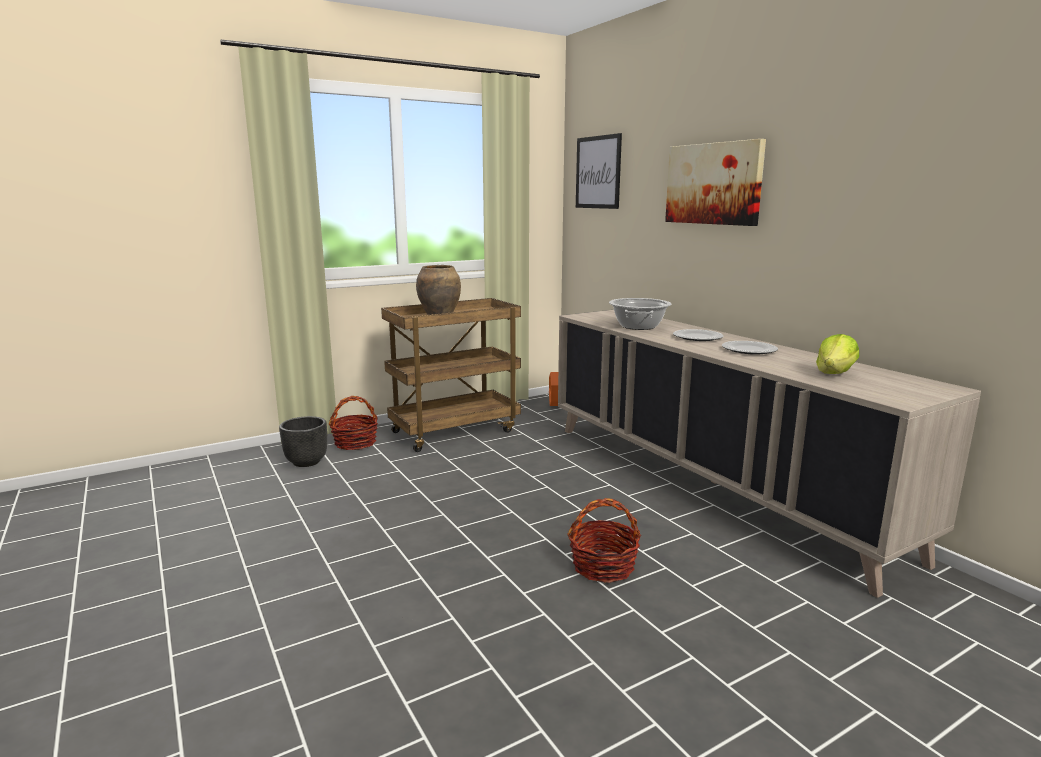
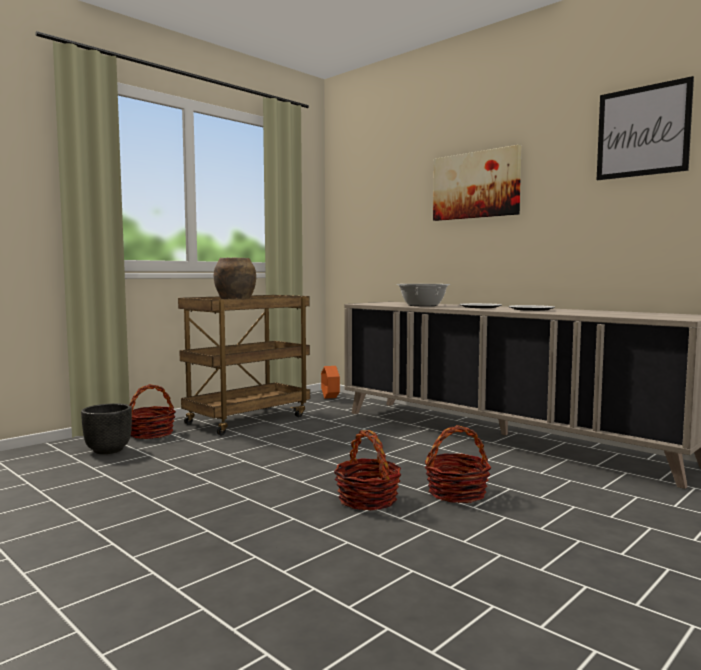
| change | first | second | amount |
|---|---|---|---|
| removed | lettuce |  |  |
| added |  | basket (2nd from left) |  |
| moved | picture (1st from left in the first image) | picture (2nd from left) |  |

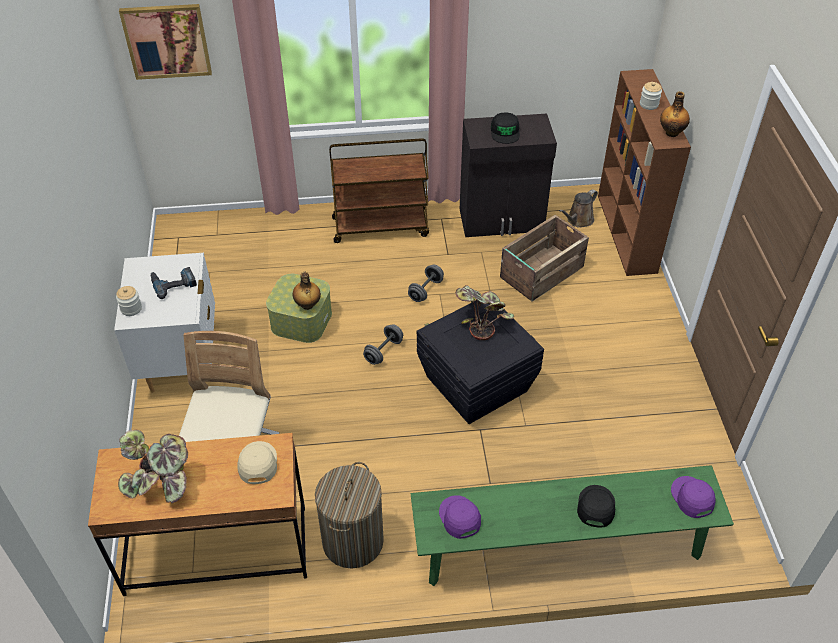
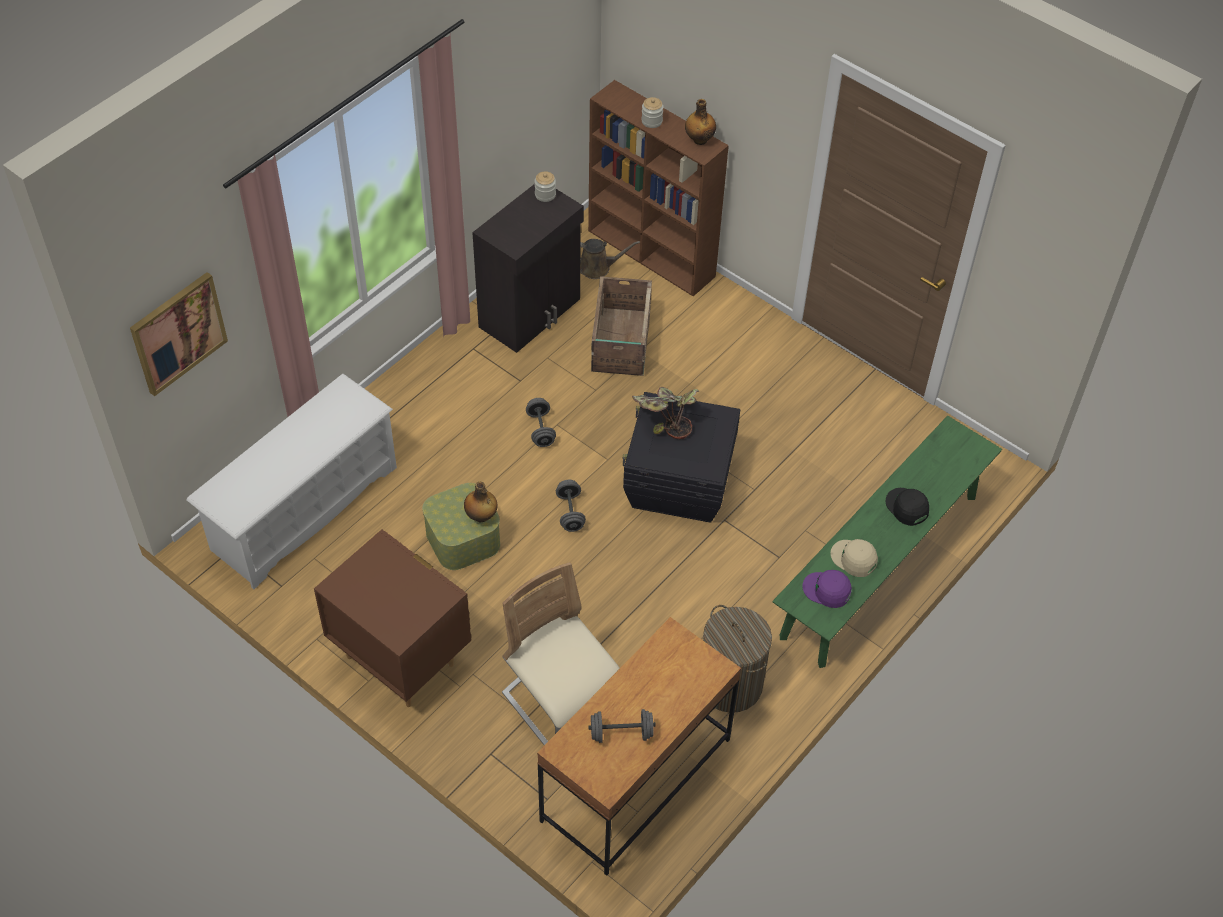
| change | first | second | amount |
|---|---|---|---|
| removed | power_drill |  |  |
| removed | brown_cart |  |  |
| removed | black_cap (1st from left) |  |  |
| removed | purple_cap (2nd from left) |  |  |
| added |  | white_shoe_rack |  |
| moved | jar (1st from left) |  |  |
| moved | beige_cap |  |  |
| replaced | potted_plant (1st from left) | grey_dumbbell (3rd from left) |  |
| recoloured | white_nightstand | brown_nightstand |  |
| turned | brown_watering_can |  | 90 degrees counterclockwise |

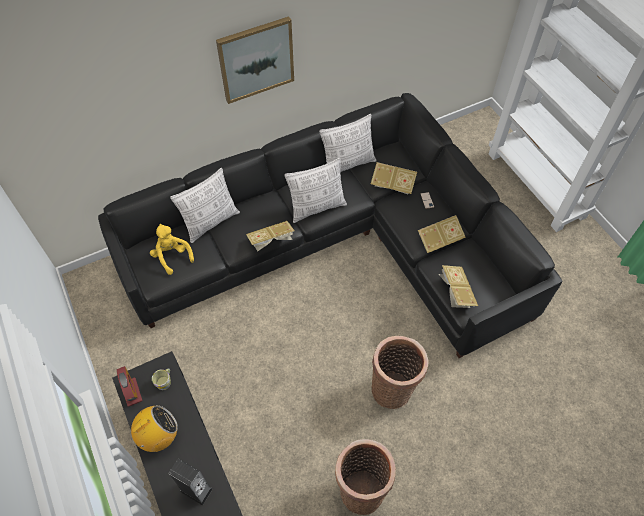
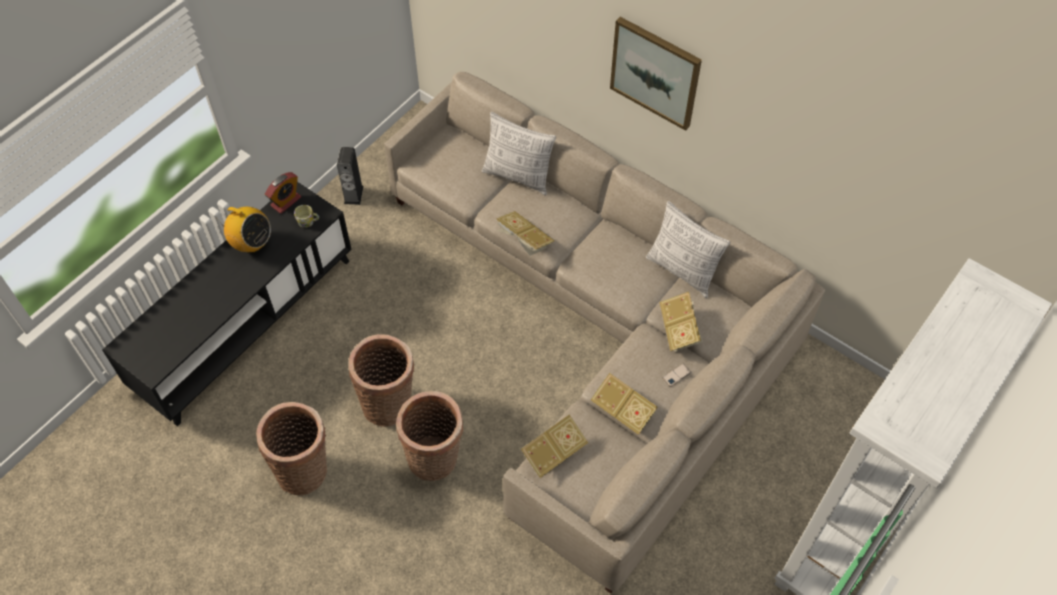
| change | first | second | amount |
|---|---|---|---|
| removed | yellow_plush_toy |  |  |
| removed | pillow (2nd from left) |  |  |
| added |  | basket (2nd from left) |  |
| moved | speaker |  |  |
| recoloured | black_sofa | beige_sofa |  |

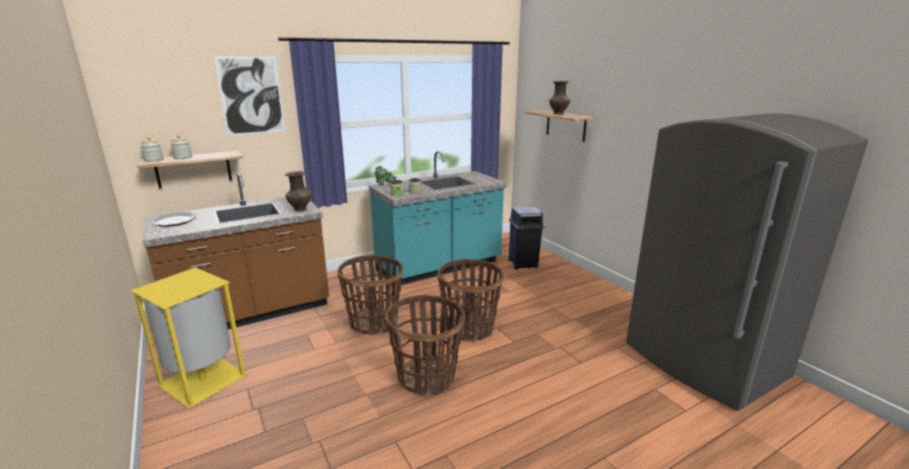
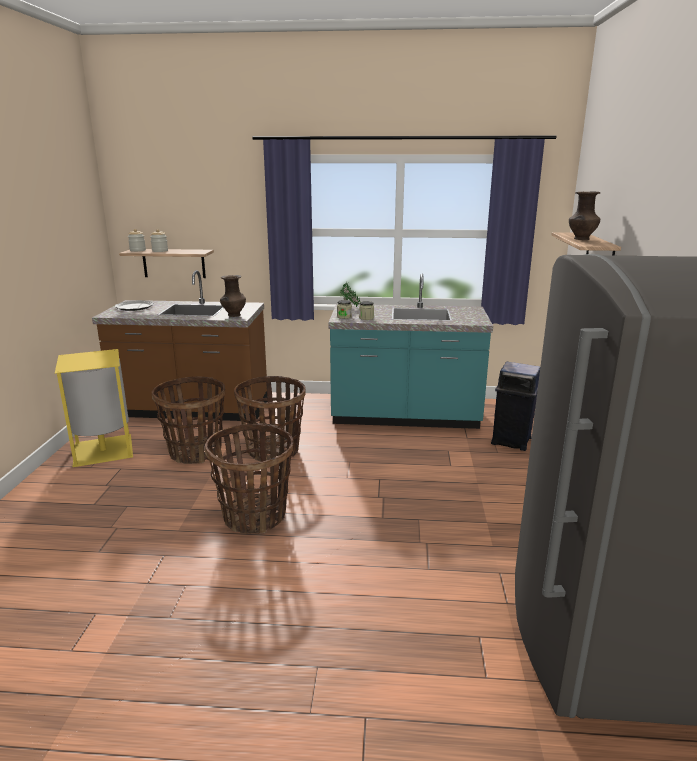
| change | first | second | amount |
|---|---|---|---|
| removed | picture |  |  |
| moved | basket (3rd from left in the first image) | basket (1st from left) |  |

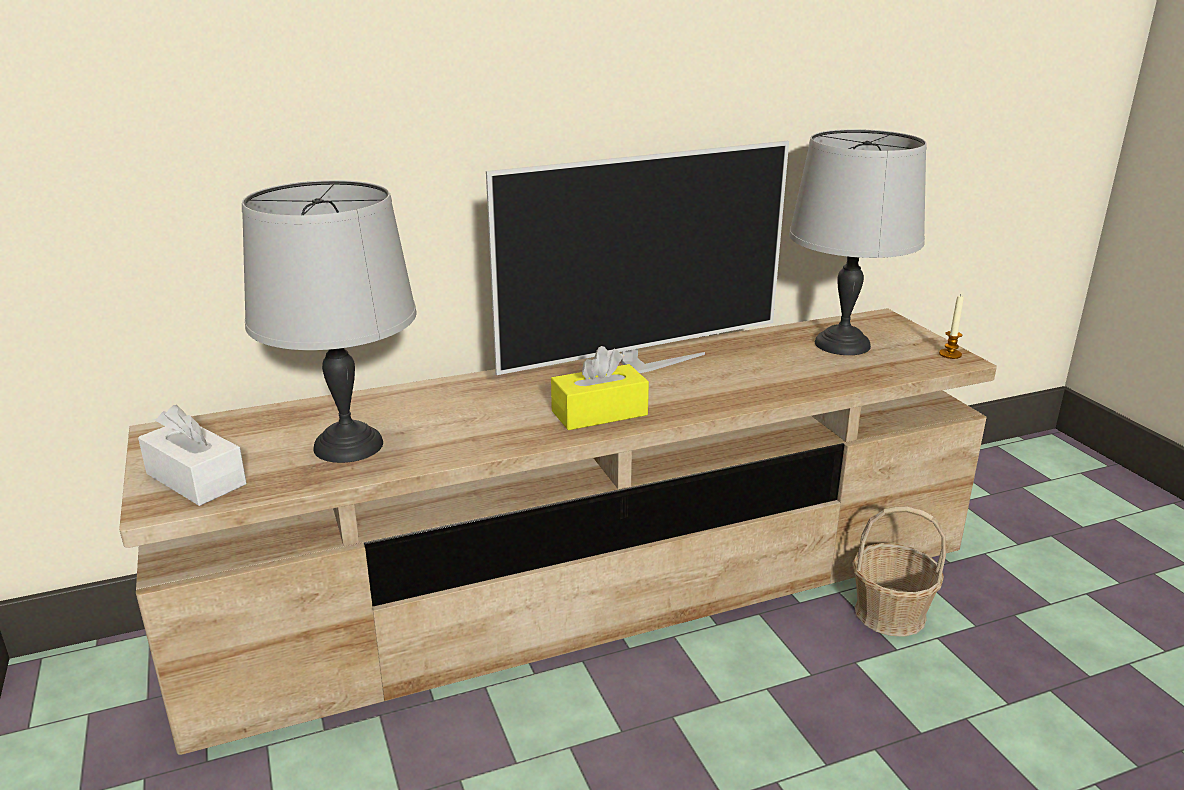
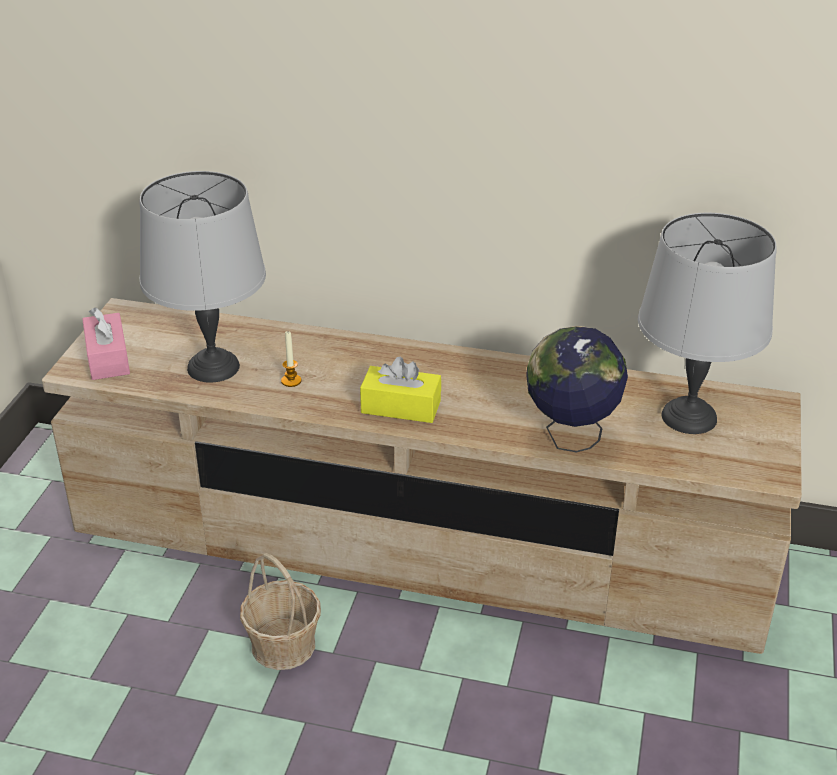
| change | first | second | amount |
|---|---|---|---|
| removed | television |  |  |
| added |  | globe |  |
| moved | basket |  |  |
| moved | candle |  |  |
| recoloured | white_tissue_box | pink_tissue_box |  |

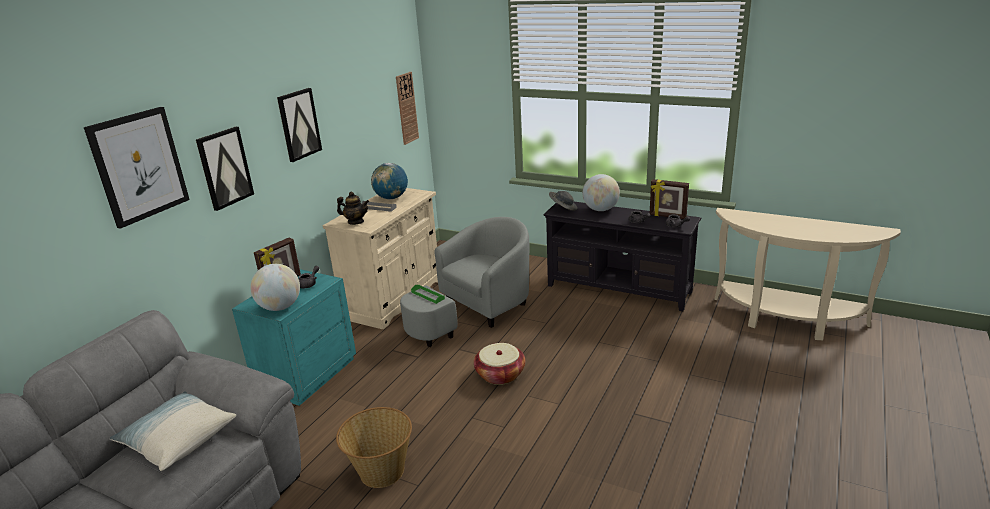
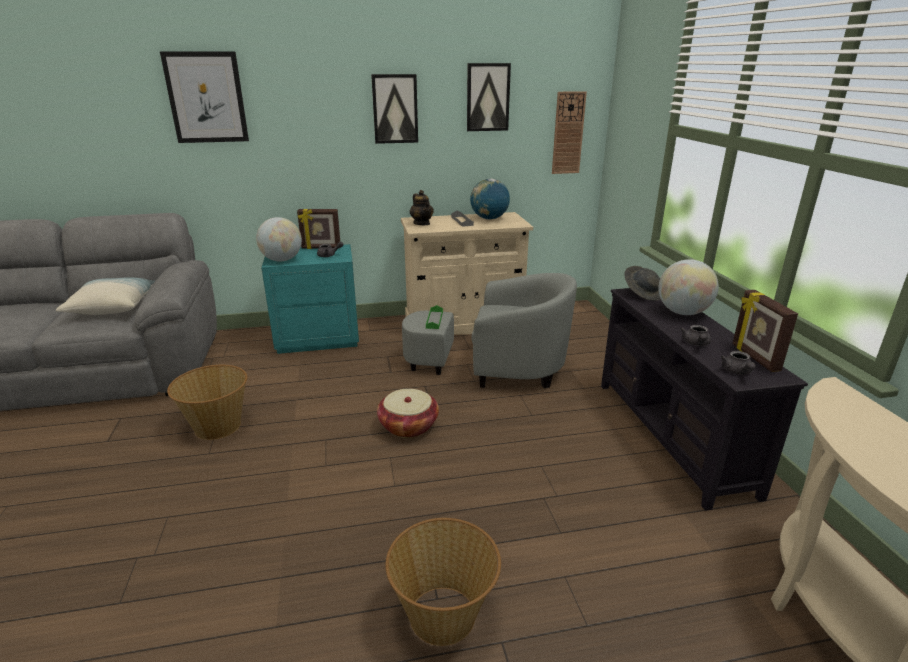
| change | first | second | amount |
|---|---|---|---|
| added |  | basket (3rd from left) |  |
| moved | picture (2nd from left in the first image) | picture (3rd from left) |  |

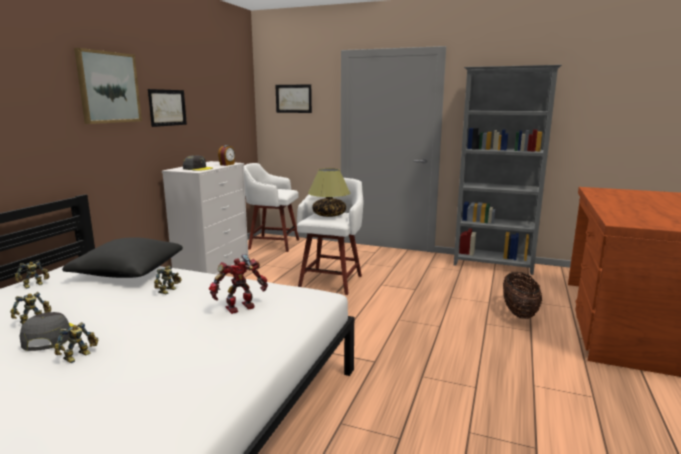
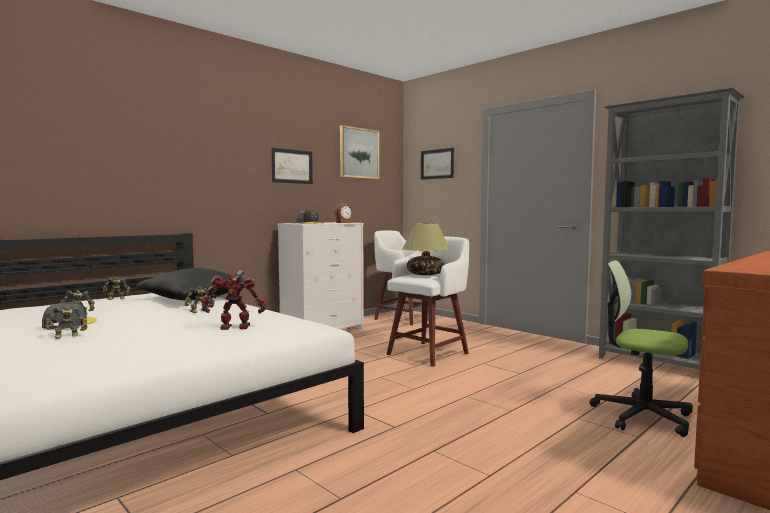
| change | first | second | amount |
|---|---|---|---|
| moved | picture (1st from left in the first image) | picture (2nd from left) |  |
| replaced | basket | office_chair |  |

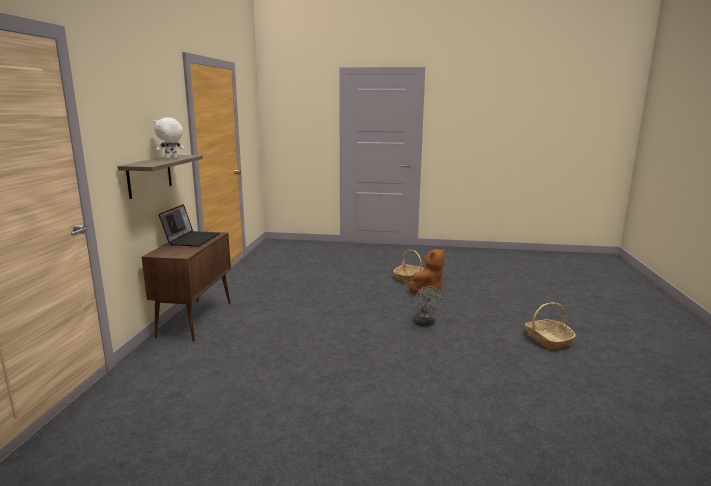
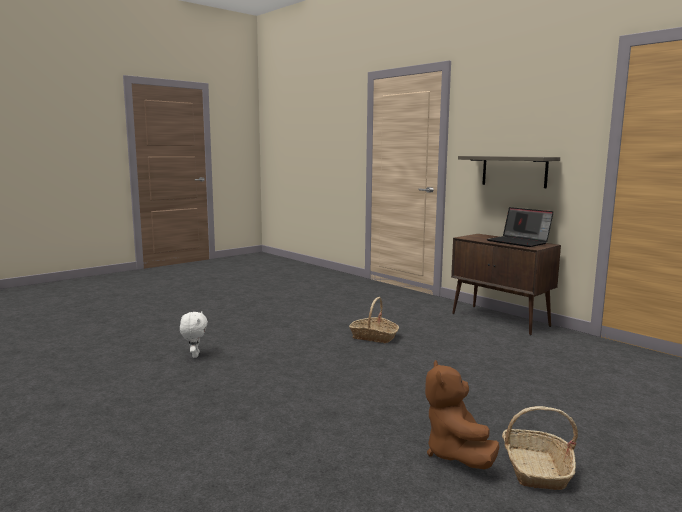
| change | first | second | amount |
|---|---|---|---|
| removed | grey_fan |  |  |
| moved | white_plush_toy |  |  |
| moved | basket (2nd from left in the first image) | basket (1st from left) |  |

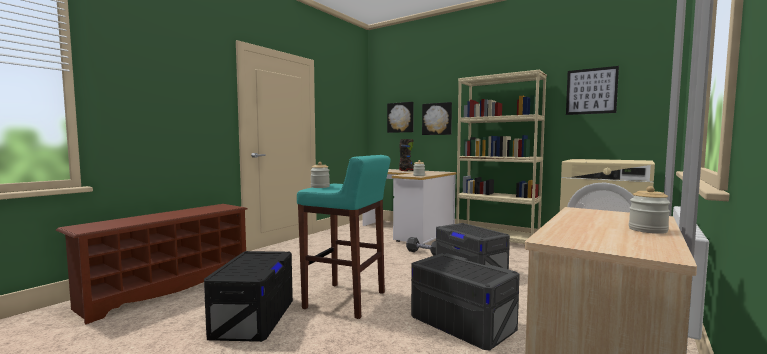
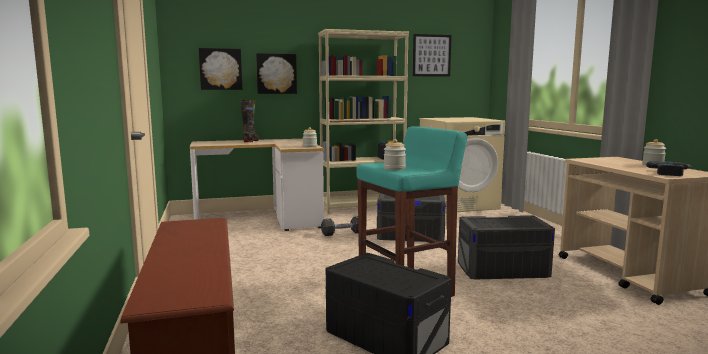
| change | first | second | amount |
|---|---|---|---|
| added |  | power_drill |  |

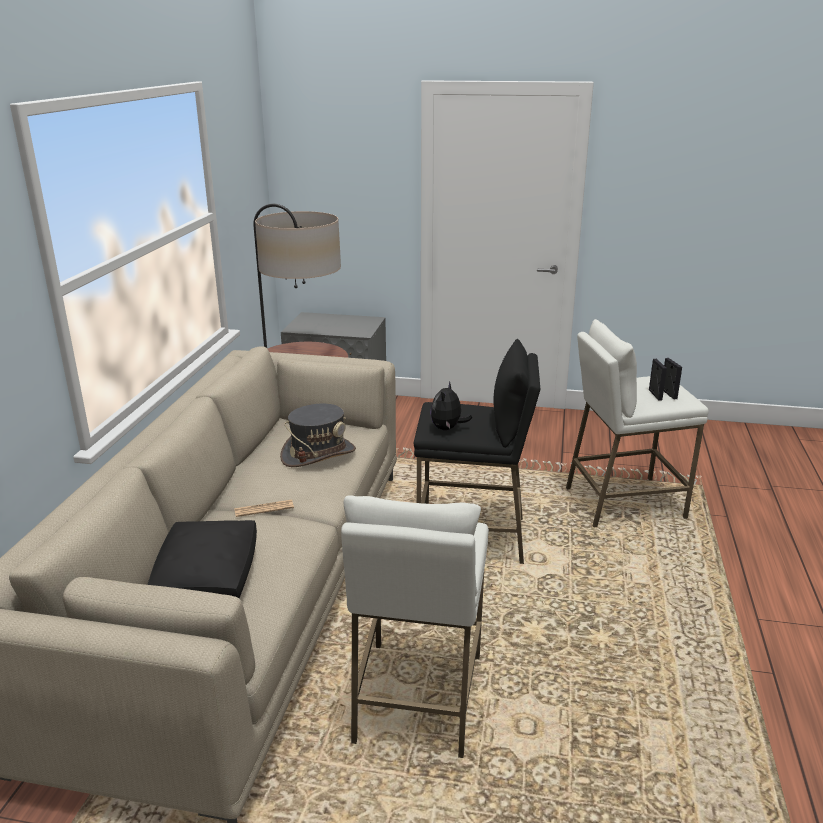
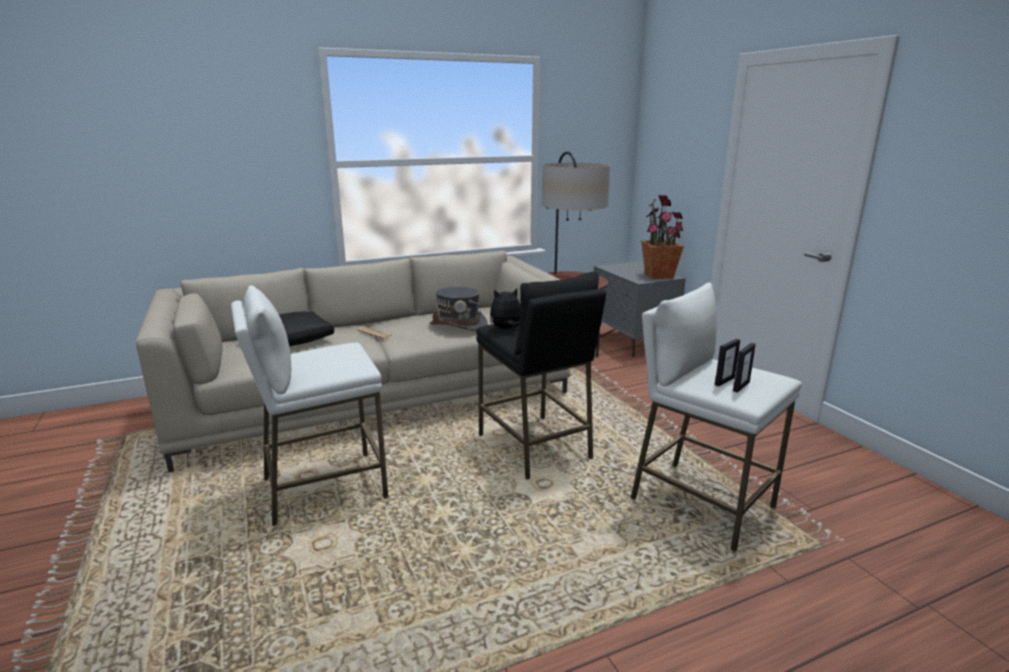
| change | first | second | amount |
|---|---|---|---|
| added |  | potted_plant |  |

